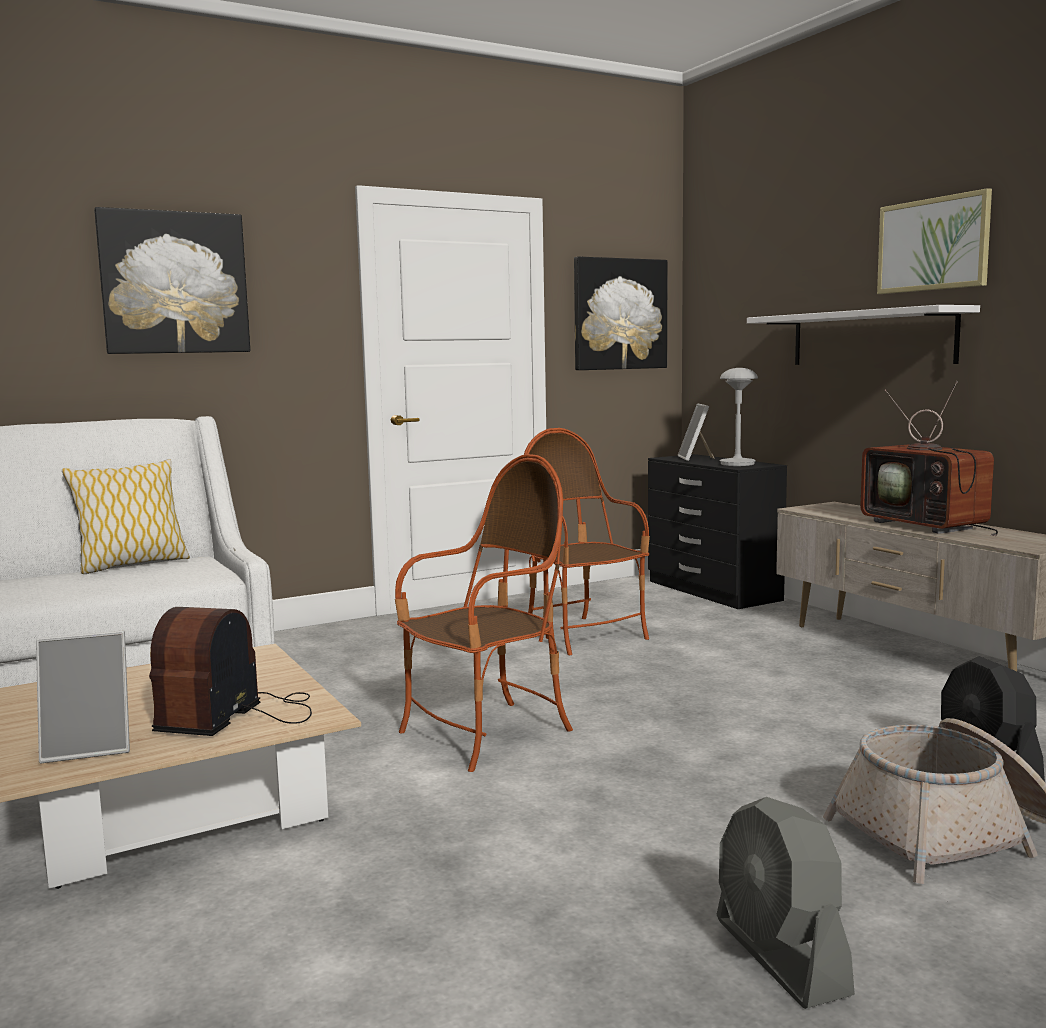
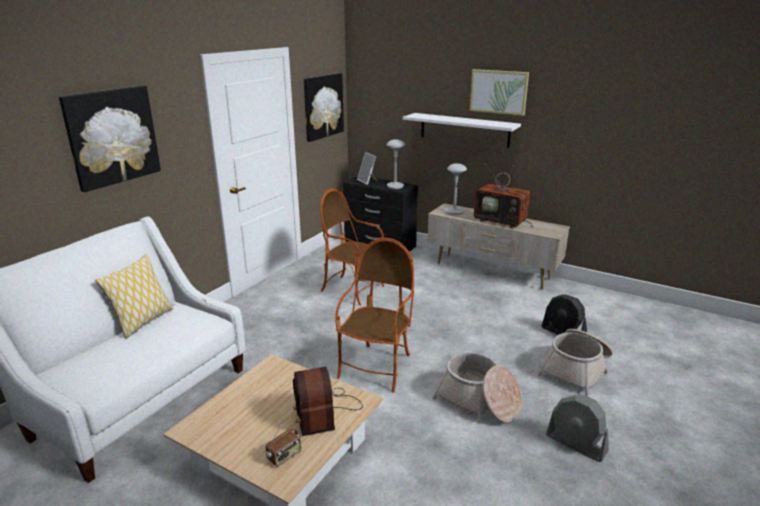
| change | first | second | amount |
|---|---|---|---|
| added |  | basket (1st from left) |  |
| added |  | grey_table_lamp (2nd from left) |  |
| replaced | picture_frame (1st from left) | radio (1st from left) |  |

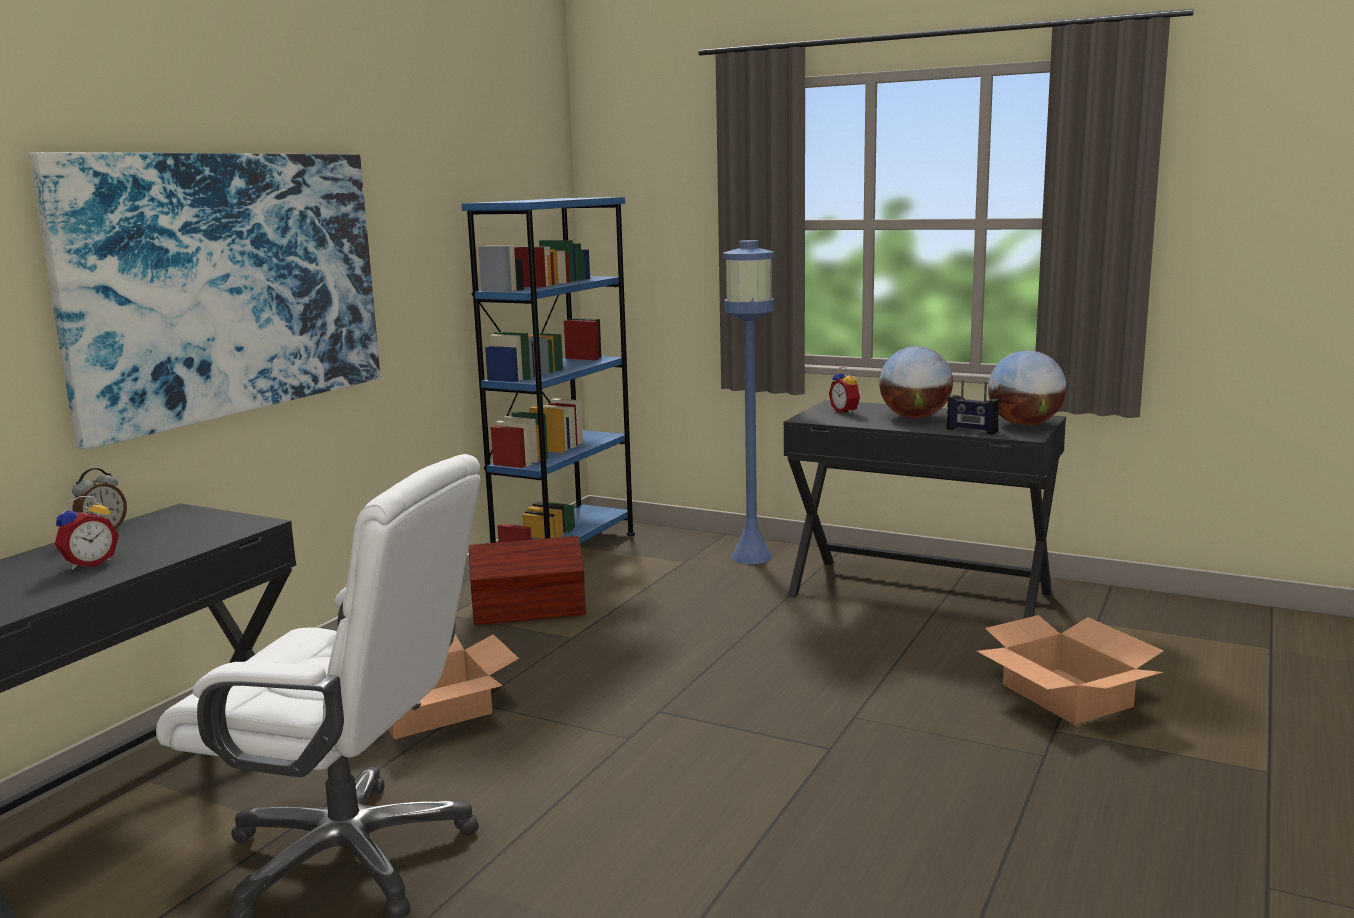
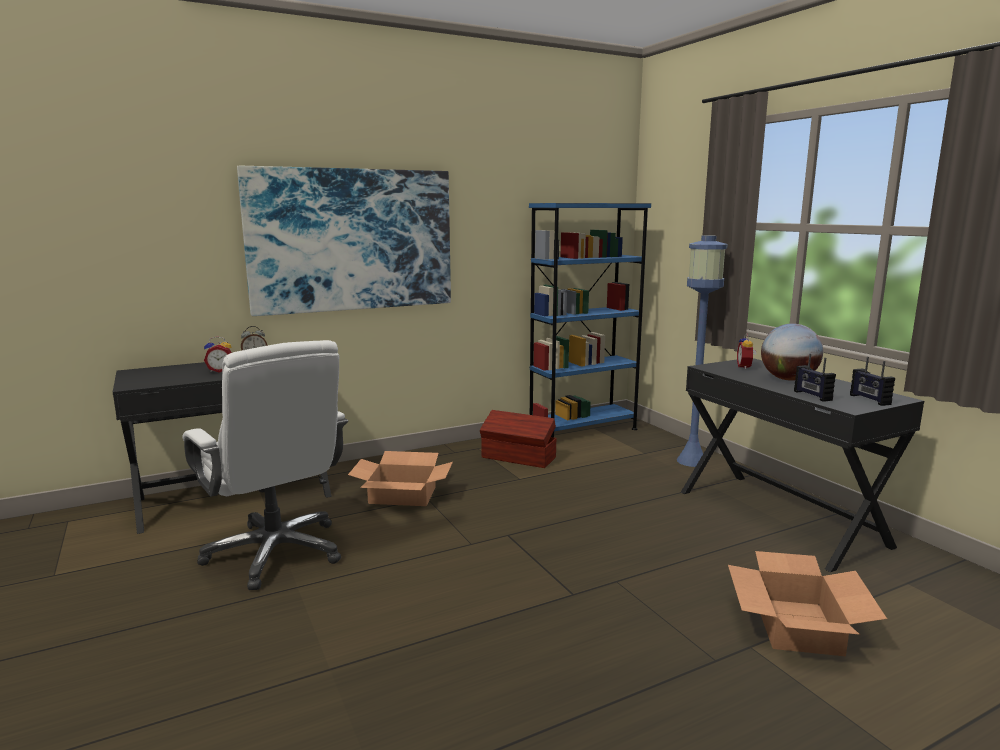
| change | first | second | amount |
|---|---|---|---|
| replaced | globe (2nd from left) | radio (2nd from left) |  |

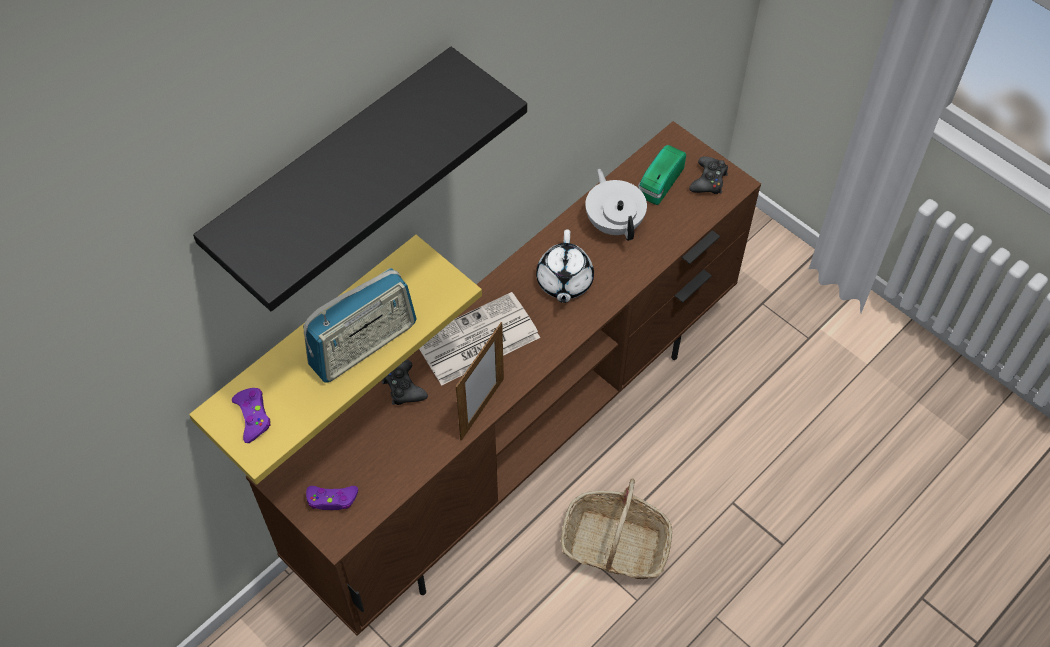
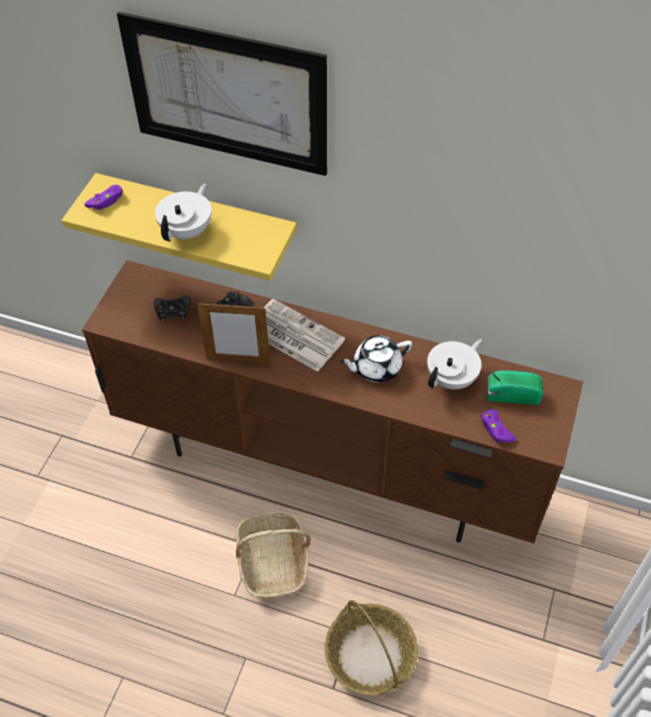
| change | first | second | amount |
|---|---|---|---|
| added |  | basket (2nd from left) |  |
| moved | purple_game_controller (2nd from left) |  |  |
| moved | black_game_controller (2nd from left in the first image) | black_game_controller (1st from left) |  |
| replaced | black_shelf | picture |  |
| replaced | radio (1st from left) | white_teapot (1st from left) |  |

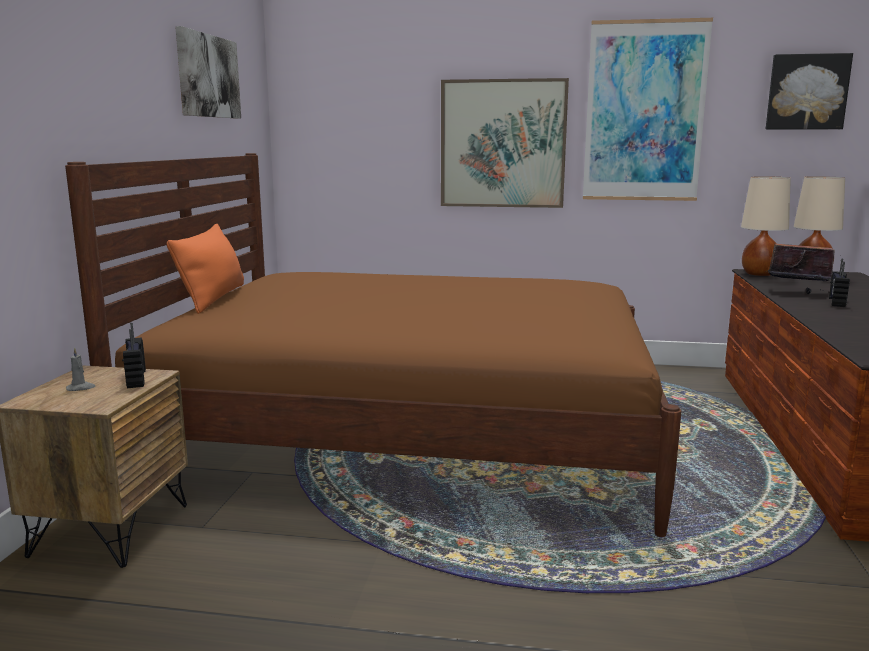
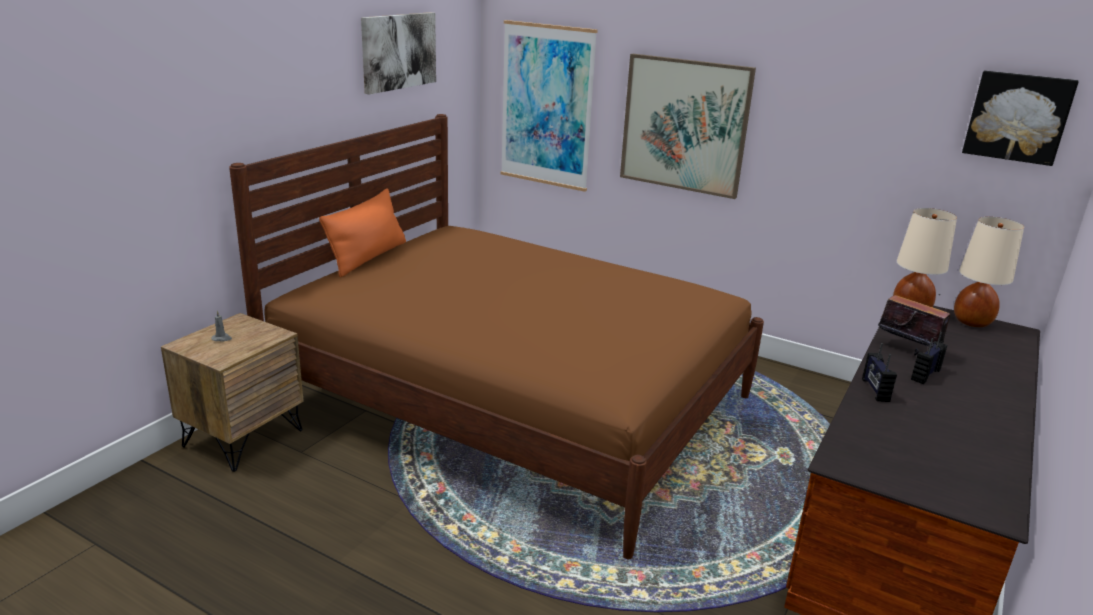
| change | first | second | amount |
|---|---|---|---|
| moved | radio (1st from left) |  |  |
| moved | picture (3rd from left in the first image) | picture (2nd from left) |  |

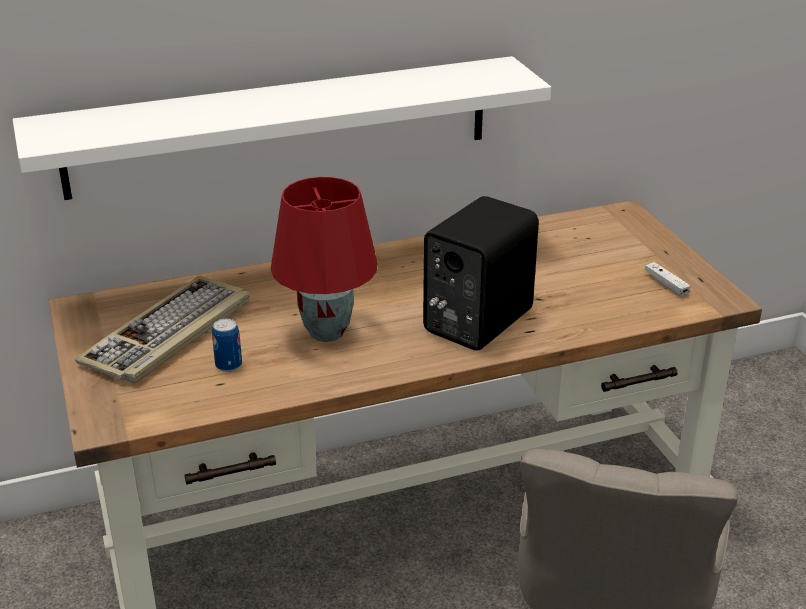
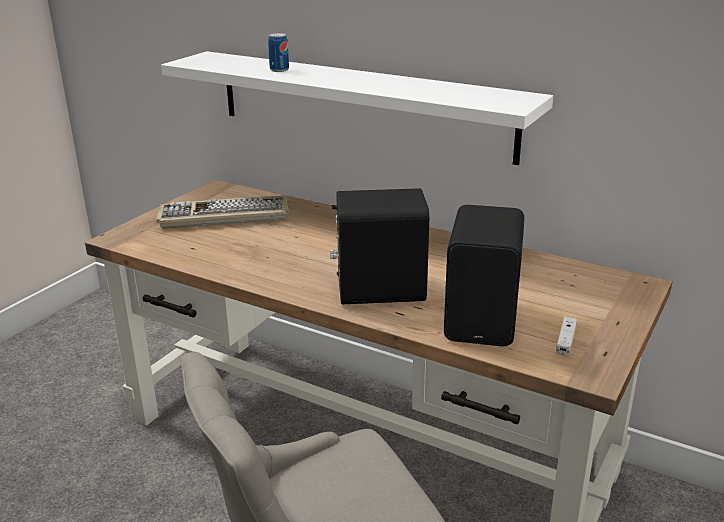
| change | first | second | amount |
|---|---|---|---|
| removed | red_table_lamp |  |  |
| added |  | black_speaker (2nd from left) |  |
| moved | can |  |  |

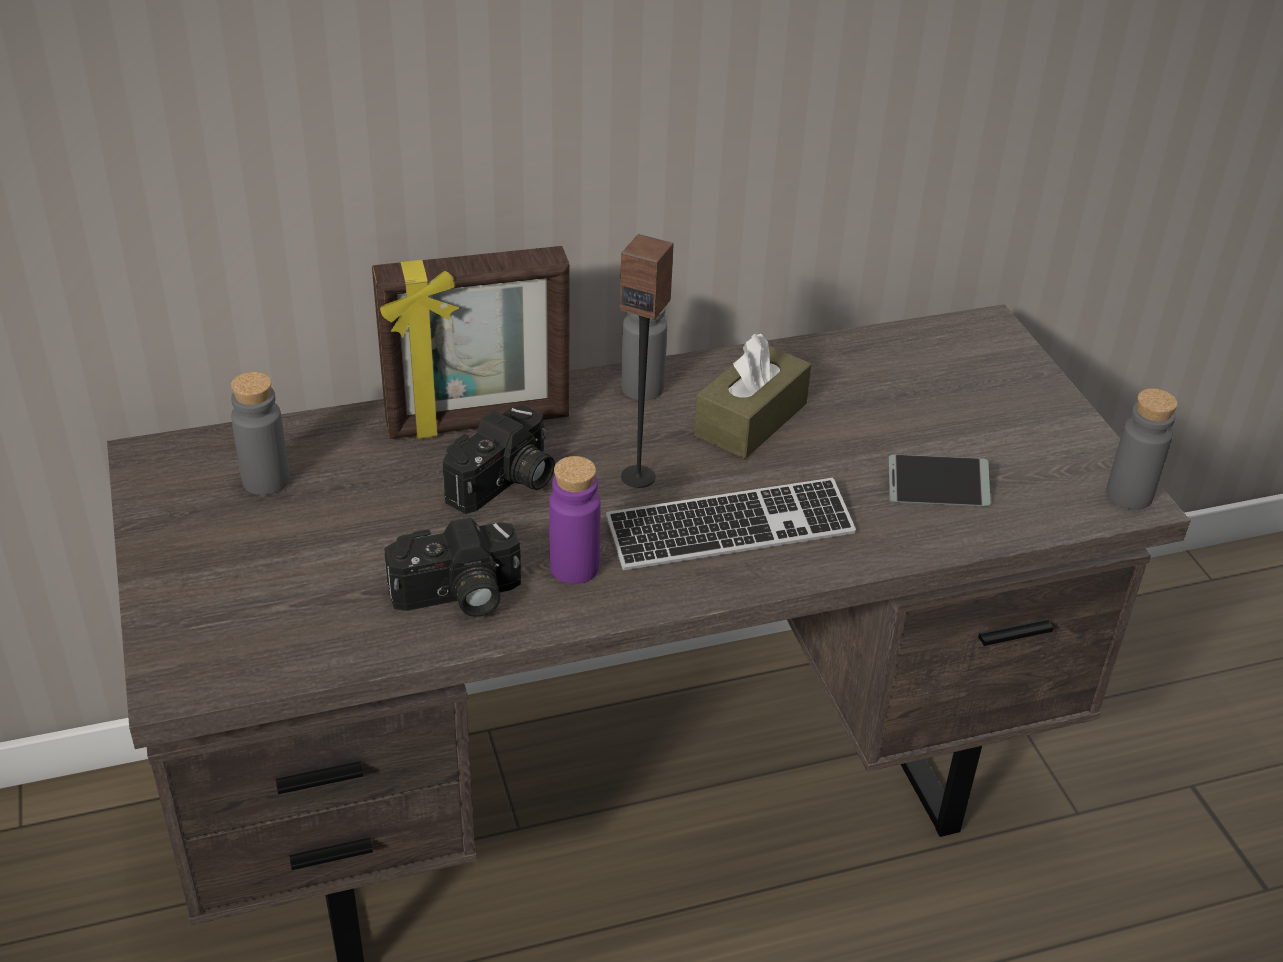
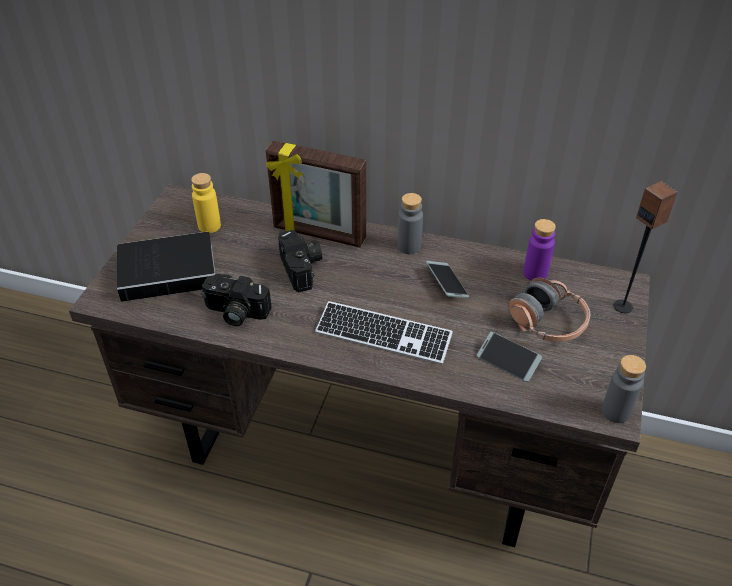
| change | first | second | amount |
|---|---|---|---|
| added |  | book |  |
| added |  | headphones |  |
| moved | purple_bottle |  |  |
| moved | speaker |  |  |
| replaced | brown_tissue_box | phone (1st from left) |  |
| recoloured | grey_bottle (1st from left) | yellow_bottle |  |
| turned | photo_camera (2nd from left) |  | 90 degrees counterclockwise |

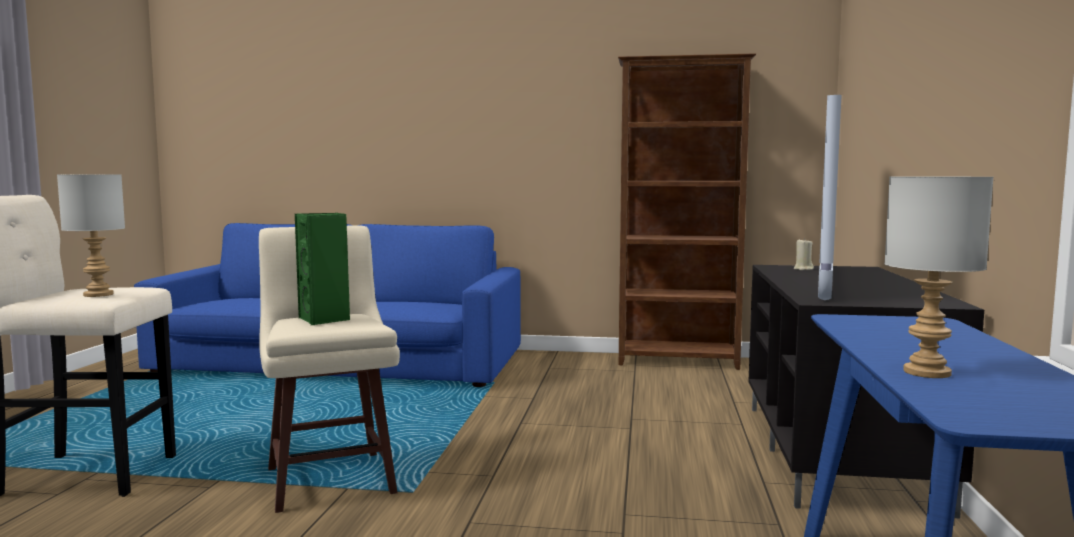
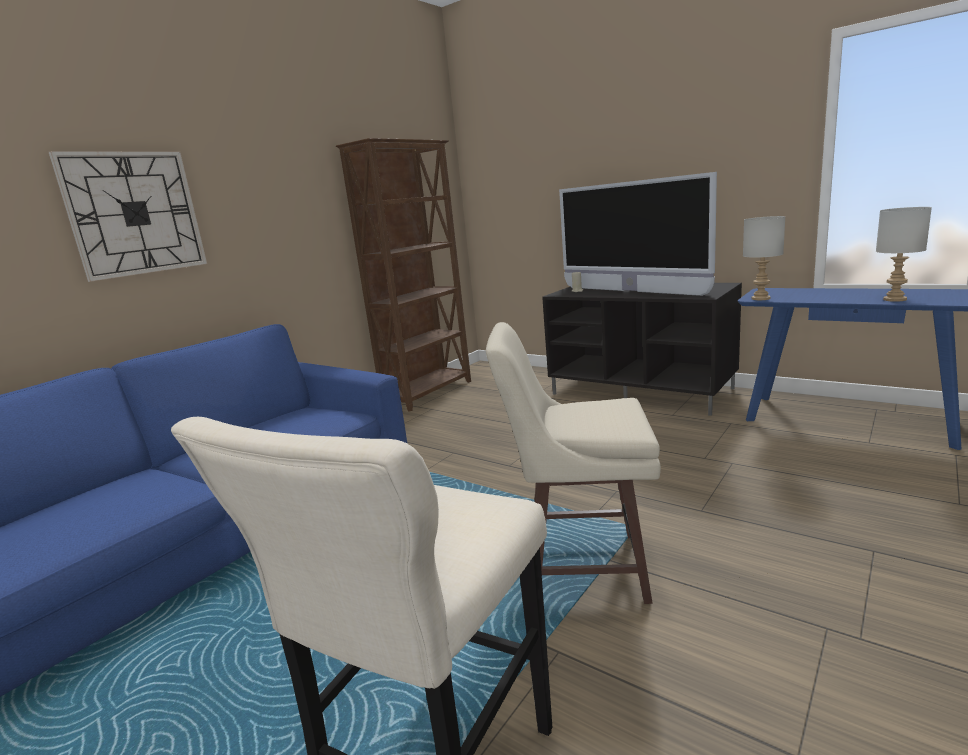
| change | first | second | amount |
|---|---|---|---|
| removed | green_speaker |  |  |
| added |  | wall_clock |  |
| moved | grey_table_lamp (1st from left) |  |  |

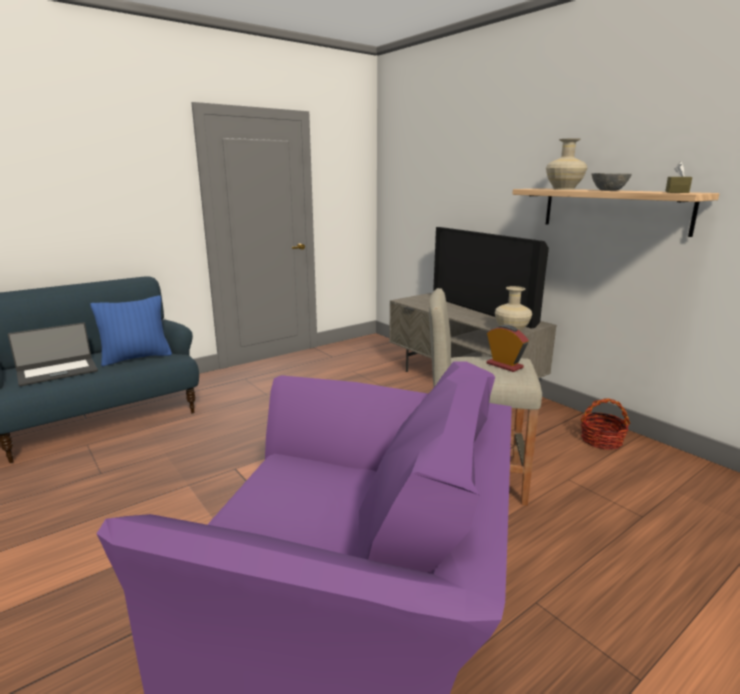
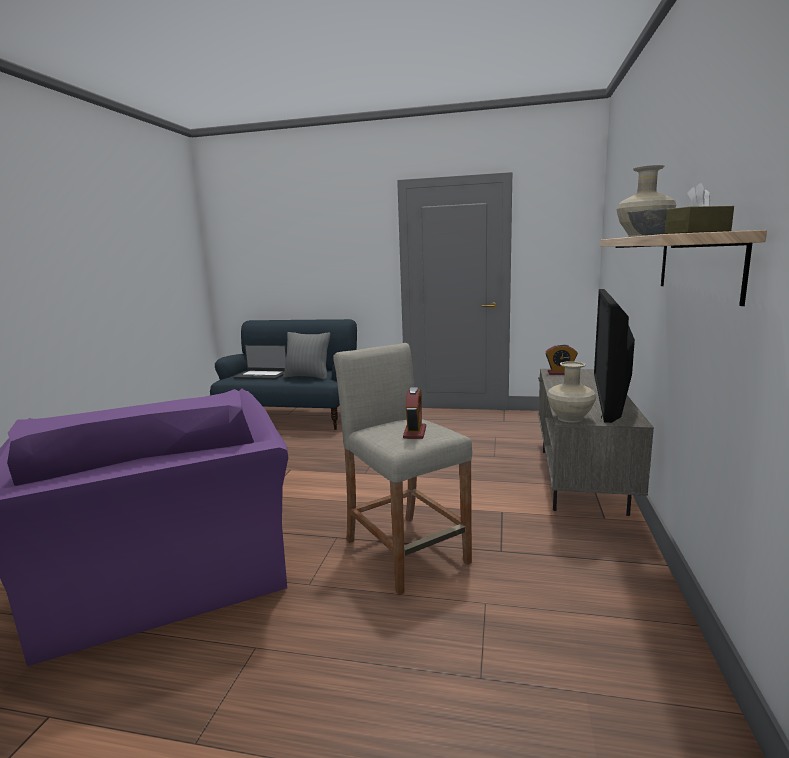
| change | first | second | amount |
|---|---|---|---|
| removed | basket |  |  |
| added |  | alarm_clock (2nd from left) |  |
| recoloured | blue_pillow | grey_pillow |  |

